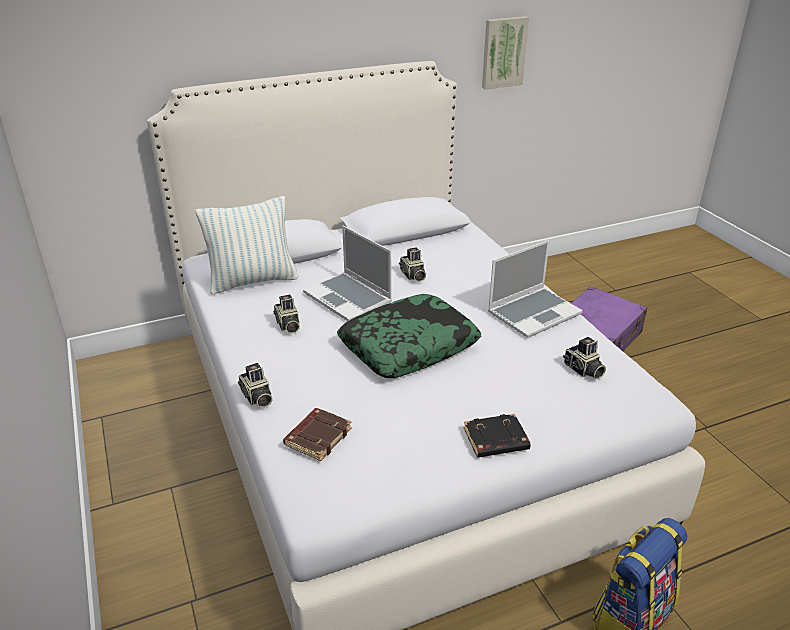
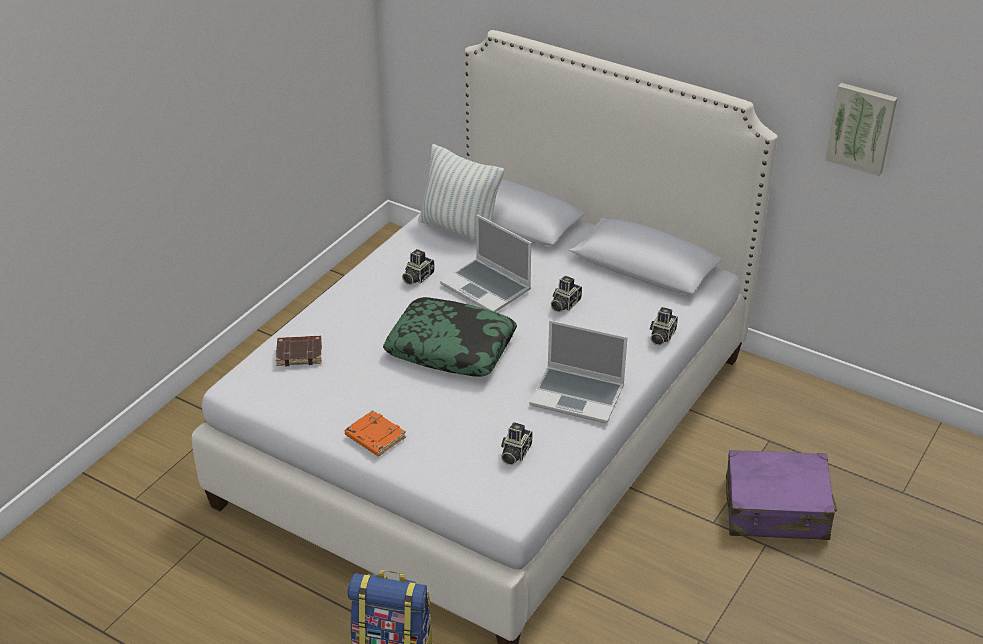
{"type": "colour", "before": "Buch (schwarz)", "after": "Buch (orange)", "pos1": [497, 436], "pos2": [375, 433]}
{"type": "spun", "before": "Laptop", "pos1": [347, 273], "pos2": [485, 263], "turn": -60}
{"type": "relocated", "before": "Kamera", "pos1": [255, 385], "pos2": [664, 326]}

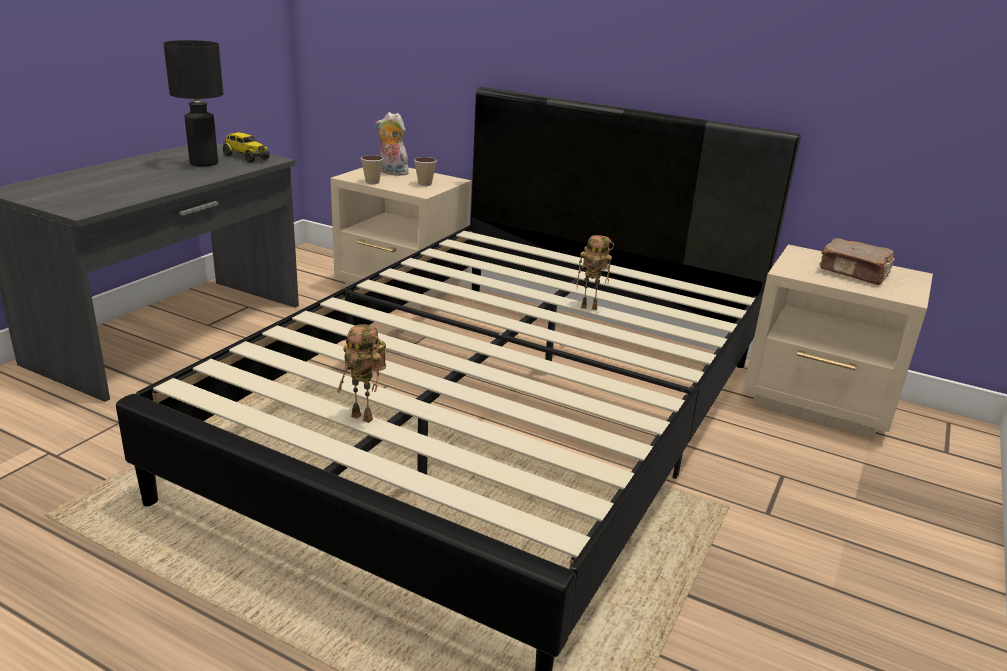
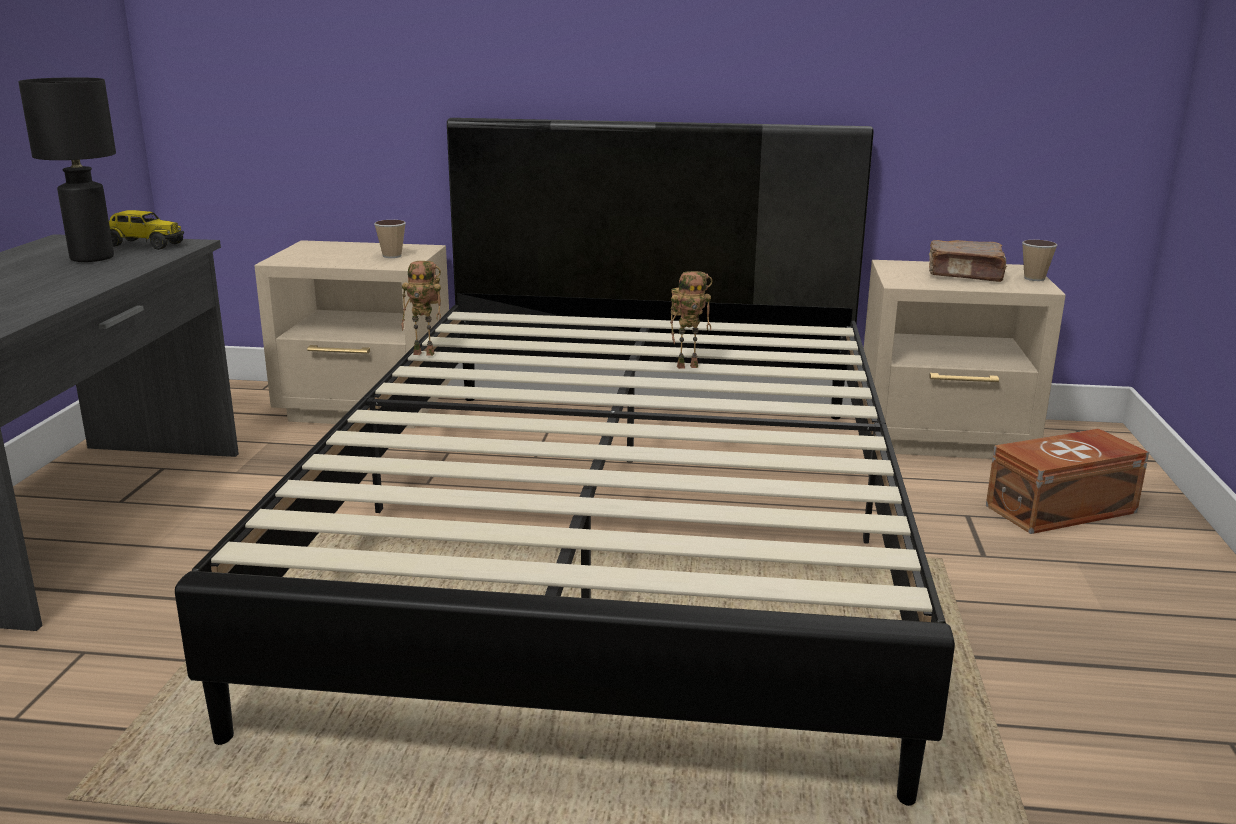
{"type": "relocated", "before": "Spielzeugroboter", "pos1": [361, 373], "pos2": [421, 308]}
{"type": "appeared", "after": "Aufbewahrungsbox (braun)", "pos2": [1067, 481]}
{"type": "relocated", "before": "Tasse", "pos1": [372, 169], "pos2": [1039, 260]}
{"type": "missing", "before": "Plüschtier", "pos1": [393, 144]}

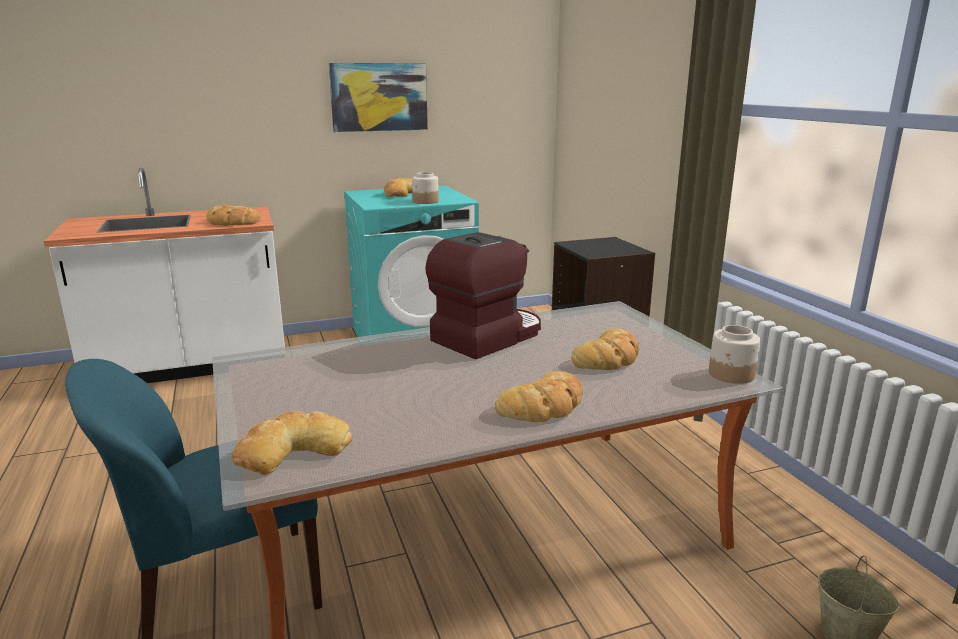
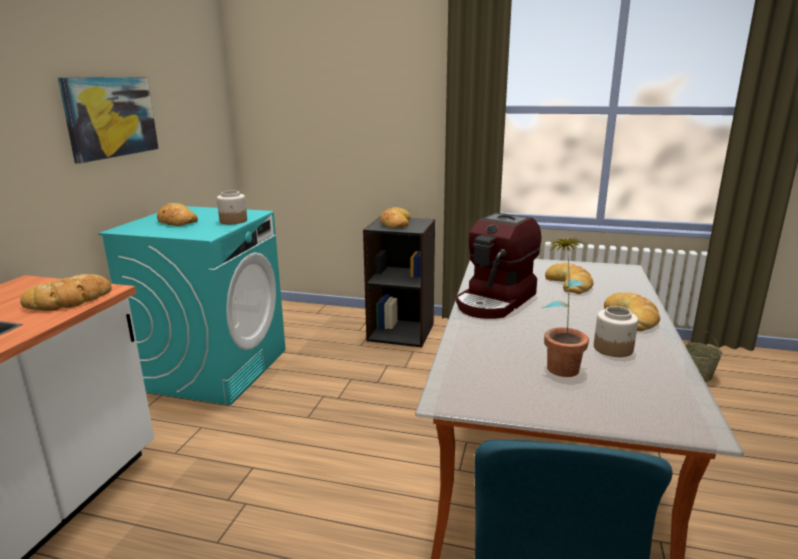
{"type": "relocated", "before": "Brot", "pos1": [292, 443], "pos2": [395, 217]}
{"type": "spun", "before": "Kaffeemaschine", "pos1": [483, 295], "pos2": [498, 266], "turn": -135}
{"type": "appeared", "after": "Topfpflanze", "pos2": [566, 307]}
{"type": "relocated", "before": "Vorratsglas", "pos1": [735, 354], "pos2": [616, 331]}

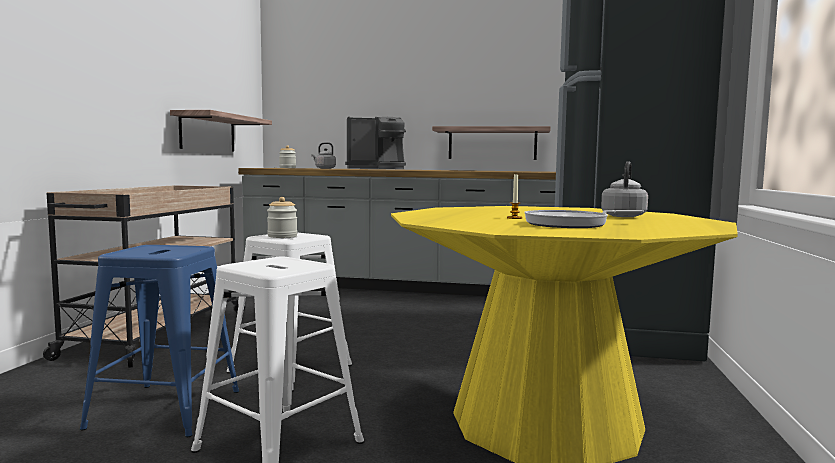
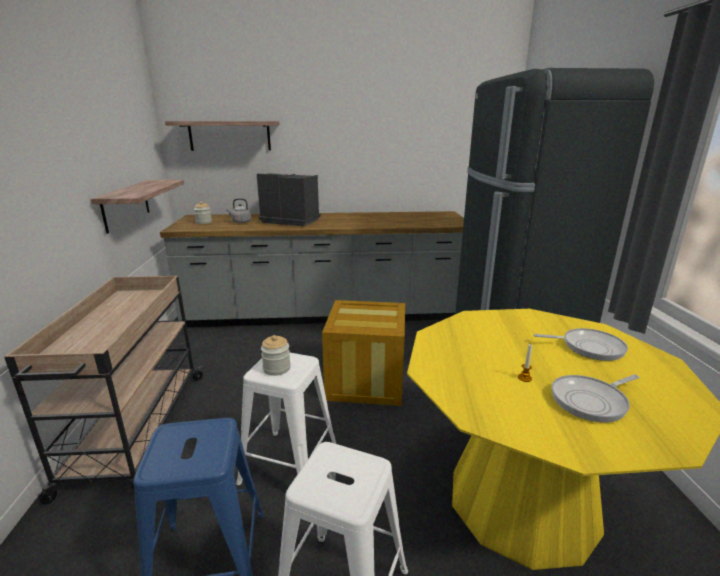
{"type": "relocated", "before": "Wandregal", "pos1": [491, 143], "pos2": [222, 136]}
{"type": "spun", "before": "Kaffeemaschine", "pos1": [375, 142], "pos2": [289, 199], "turn": -135}
{"type": "appeared", "after": "Kiste", "pos2": [363, 353]}
{"type": "exchanged", "before": "Wasserkessel (grau)", "after": "Pfanne", "pos1": [624, 189], "pos2": [580, 344]}

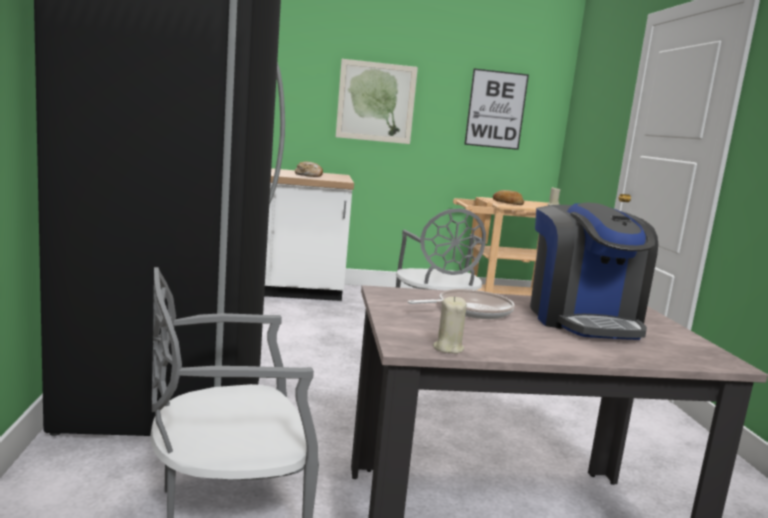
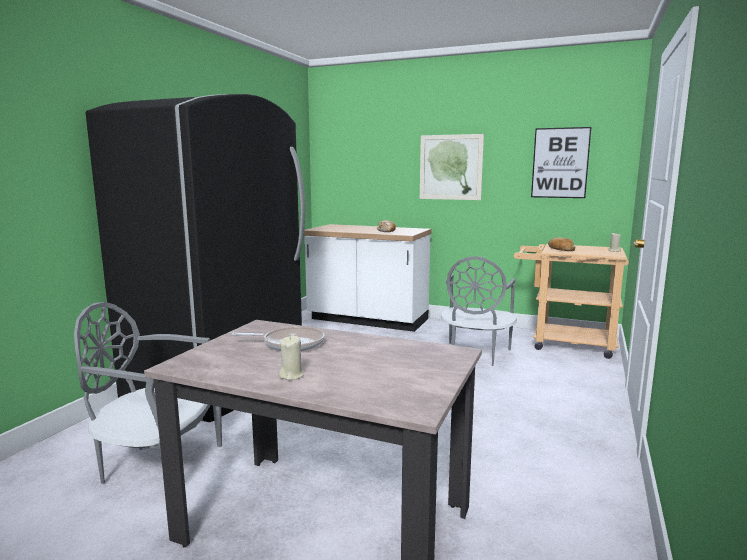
{"type": "relocated", "before": "Kerze (beige)", "pos1": [450, 325], "pos2": [291, 357]}
{"type": "missing", "before": "Kaffeemaschine", "pos1": [594, 271]}

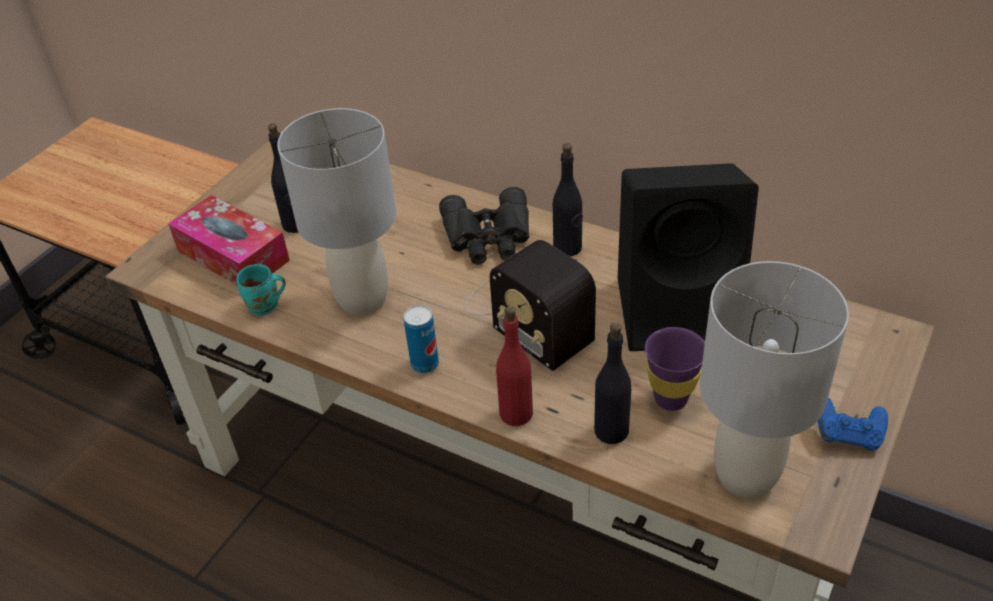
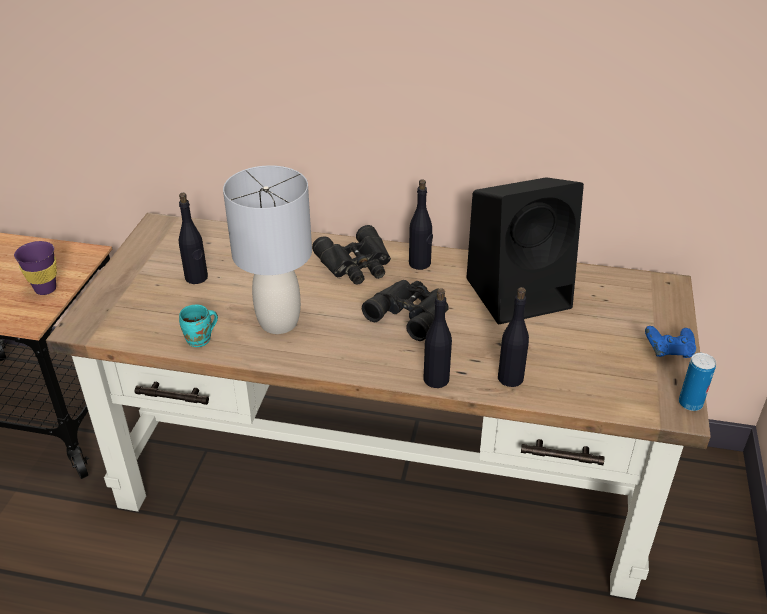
{"type": "relocated", "before": "Tasse (lila)", "pos1": [675, 369], "pos2": [35, 268]}
{"type": "exchanged", "before": "Radio", "after": "Fernglas (schwarz)", "pos1": [530, 305], "pos2": [405, 310]}
{"type": "colour", "before": "Flasche (rot)", "after": "Flasche (schwarz)", "pos1": [514, 366], "pos2": [437, 338]}
{"type": "relocated", "before": "Dose", "pos1": [421, 339], "pos2": [697, 382]}
{"type": "missing", "before": "Taschentuchbox", "pos1": [229, 240]}
{"type": "missing", "before": "Tischlampe (grau)", "pos1": [774, 379]}

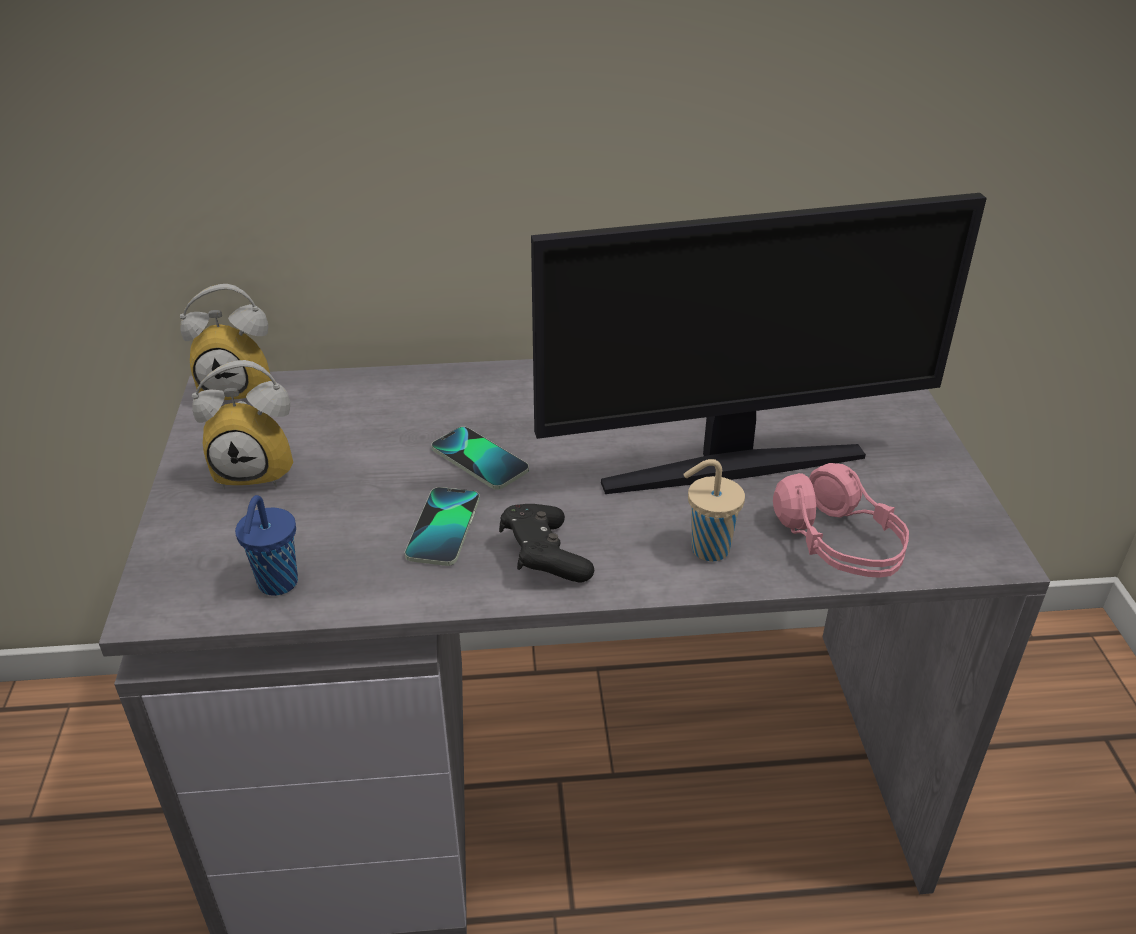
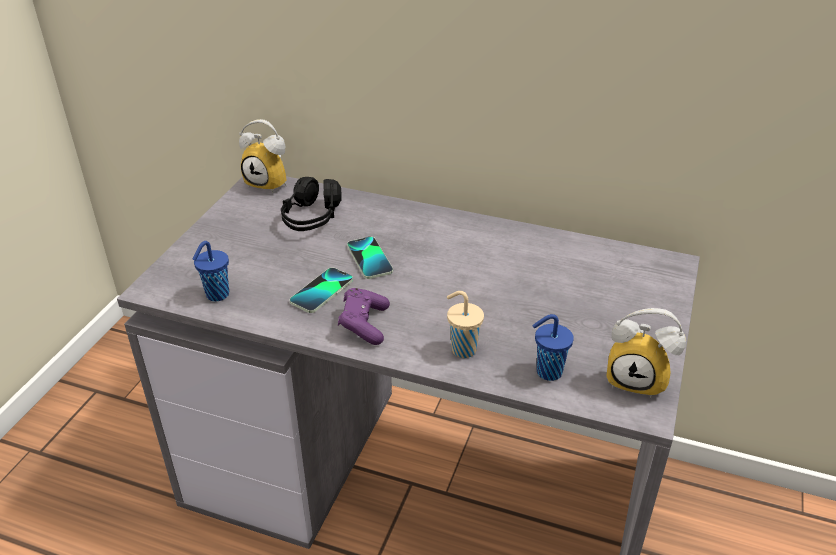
{"type": "appeared", "after": "Kopfhörer (schwarz)", "pos2": [311, 204]}
{"type": "colour", "before": "Gamepad (schwarz)", "after": "Gamepad (lila)", "pos1": [546, 543], "pos2": [364, 316]}
{"type": "exchanged", "before": "Kopfhörer (rosa)", "after": "Tasse (blau)", "pos1": [841, 520], "pos2": [553, 347]}
{"type": "relocated", "before": "Wecker", "pos1": [242, 424], "pos2": [646, 353]}
{"type": "missing", "before": "Monitor", "pos1": [759, 343]}

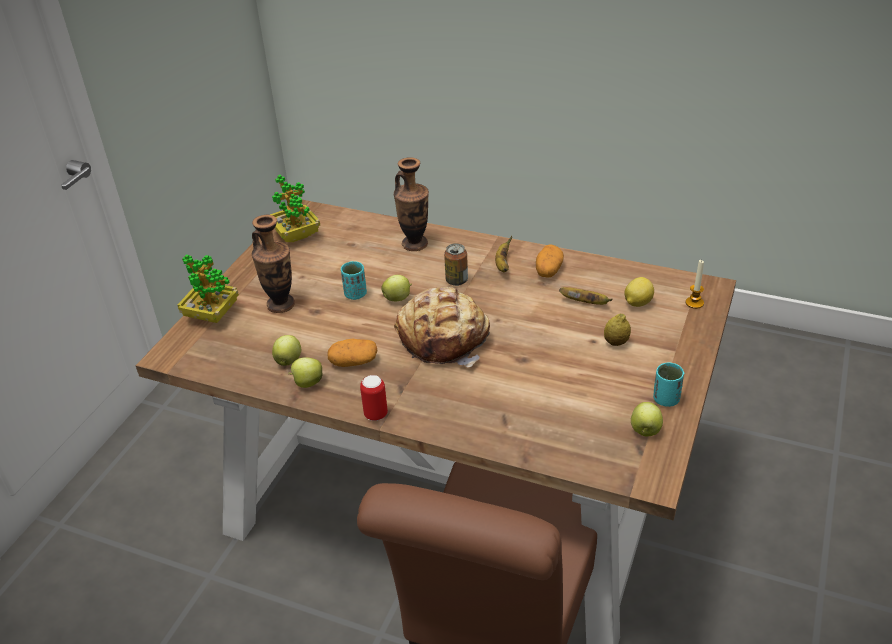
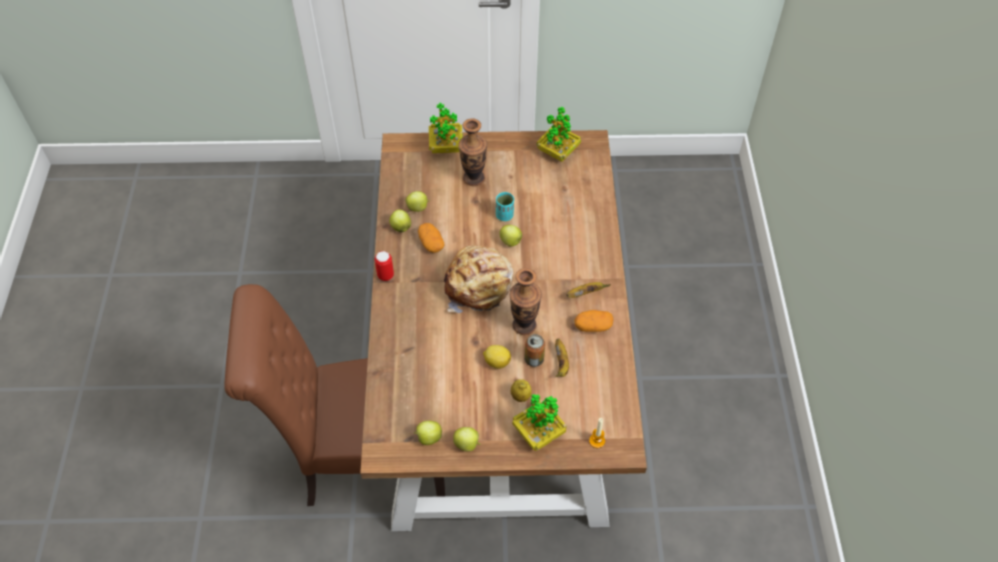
{"type": "exchanged", "before": "Tasse (türkis)", "after": "Apfel", "pos1": [668, 385], "pos2": [466, 439]}
{"type": "relocated", "before": "Zitrone", "pos1": [639, 292], "pos2": [497, 357]}
{"type": "relocated", "before": "Vase", "pos1": [411, 204], "pos2": [526, 301]}
{"type": "appeared", "after": "Topfpflanze", "pos2": [539, 422]}
{"type": "relocated", "before": "Dose", "pos1": [456, 265], "pos2": [534, 350]}

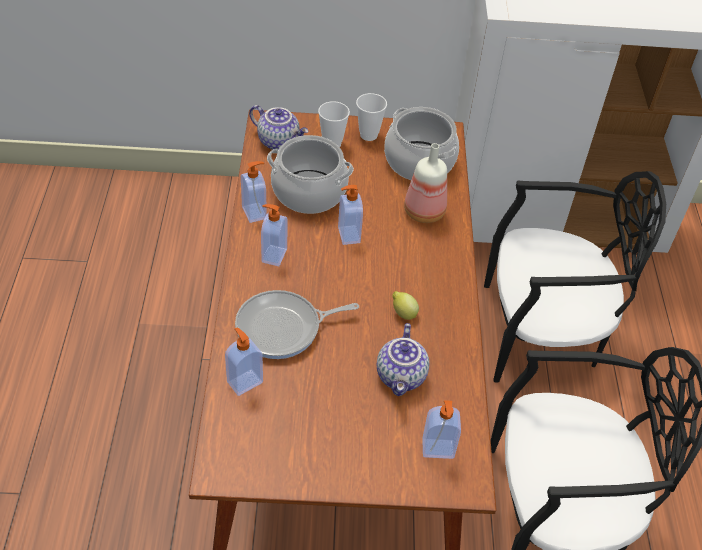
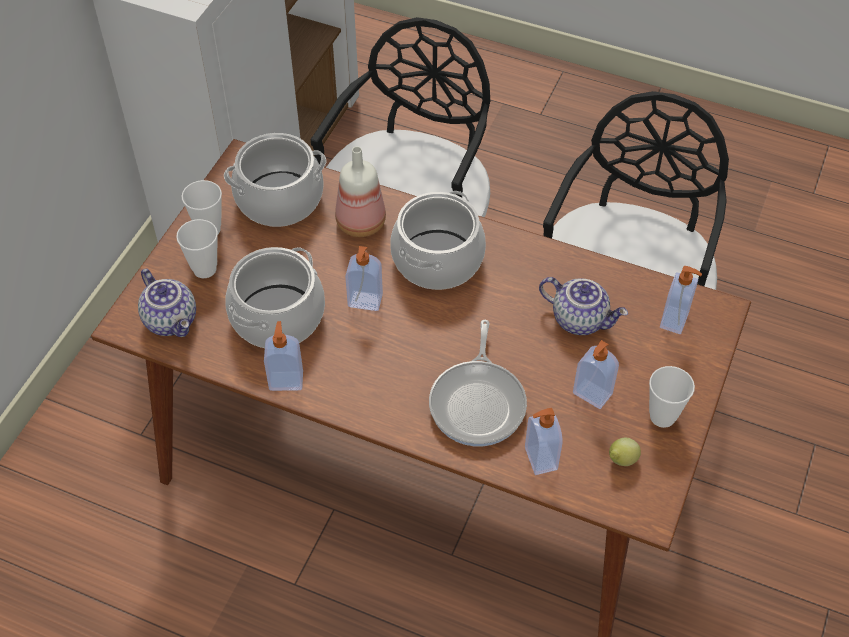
{"type": "spun", "before": "Teekanne", "pos1": [278, 127], "pos2": [167, 302], "turn": 90}
{"type": "appeared", "after": "Kochtopf", "pos2": [438, 240]}
{"type": "relocated", "before": "Seifenspender", "pos1": [274, 235], "pos2": [596, 374]}
{"type": "relocated", "before": "Zitrone", "pos1": [405, 305], "pos2": [625, 452]}
{"type": "appeared", "after": "Tasse", "pos2": [672, 397]}

